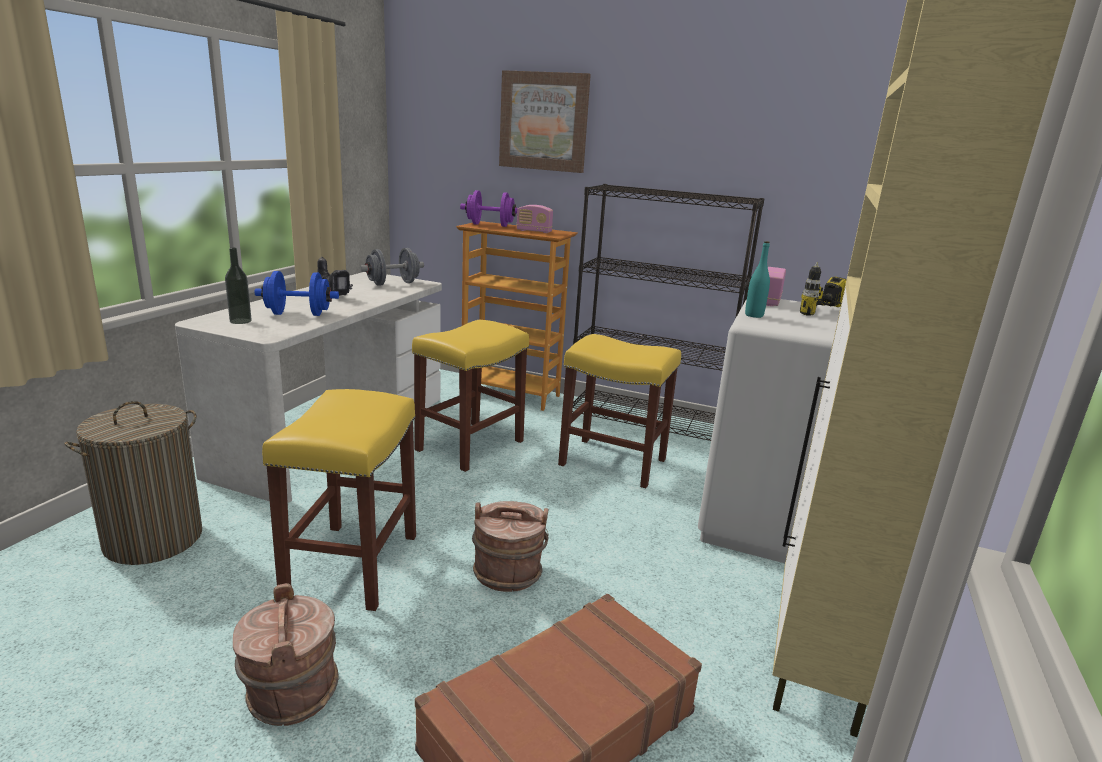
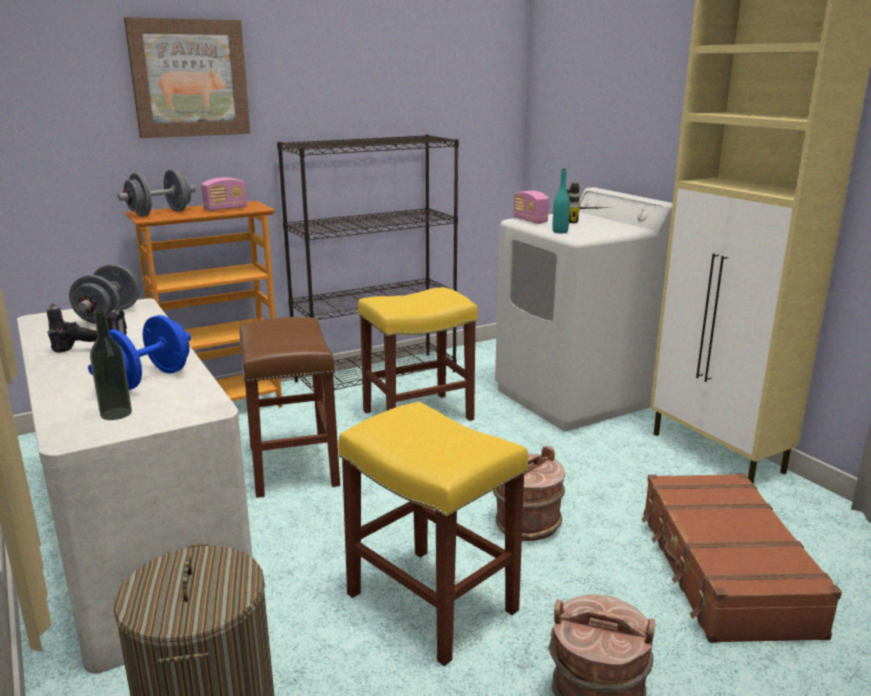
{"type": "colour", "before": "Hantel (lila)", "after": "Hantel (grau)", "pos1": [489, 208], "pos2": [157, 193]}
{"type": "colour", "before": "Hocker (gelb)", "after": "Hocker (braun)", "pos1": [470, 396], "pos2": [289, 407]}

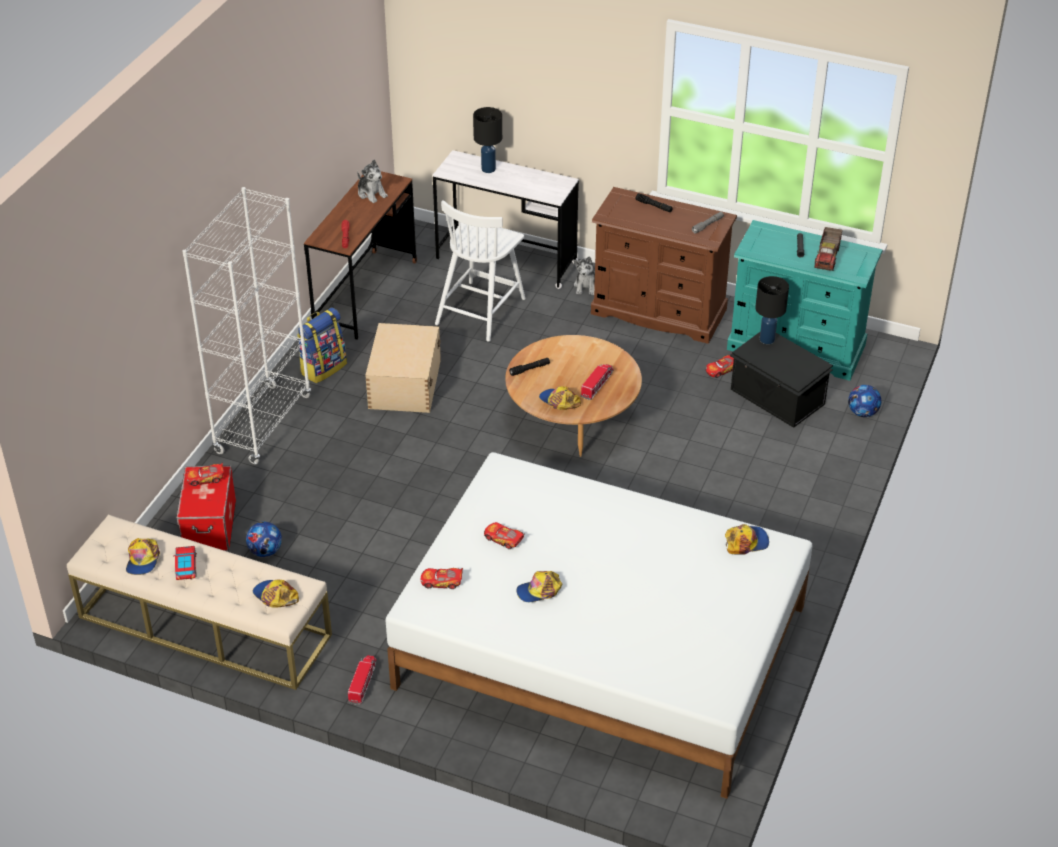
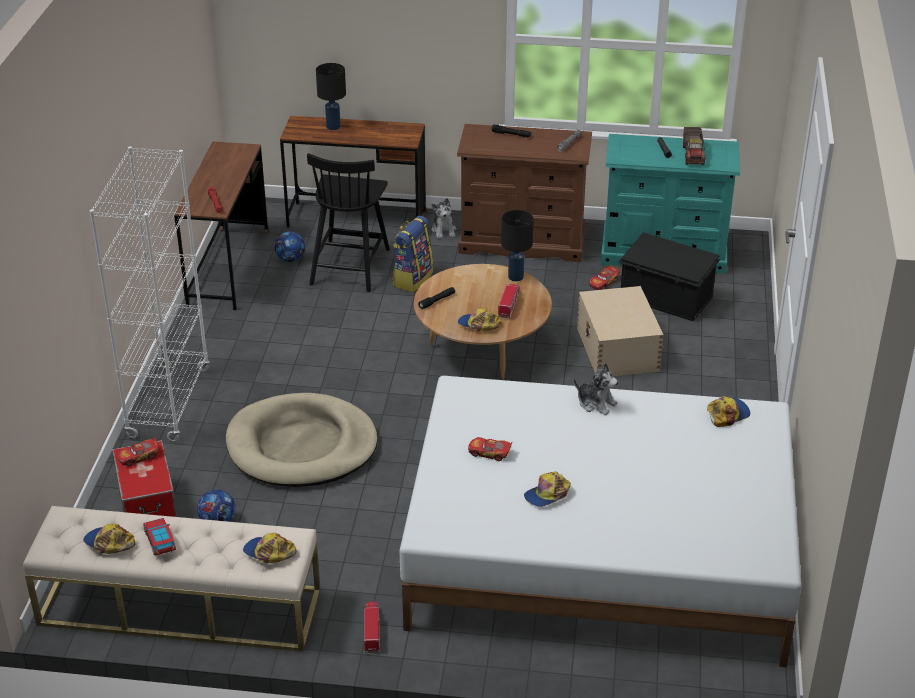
{"type": "spun", "before": "Kappe", "pos1": [143, 556], "pos2": [109, 539], "turn": 135}
{"type": "appeared", "after": "Hundebett (beige)", "pos2": [302, 440]}
{"type": "relocated", "before": "Fußball", "pos1": [864, 401], "pos2": [290, 246]}
{"type": "colour", "before": "Schreibtisch (weiß)", "after": "Schreibtisch (braun)", "pos1": [505, 219], "pos2": [354, 172]}
{"type": "colour", "before": "Stuhl (weiß)", "after": "Stuhl (schwarz)", "pos1": [480, 271], "pos2": [348, 222]}
{"type": "relocated", "before": "Rucksack", "pos1": [322, 345], "pos2": [412, 254]}
{"type": "relocated", "before": "Tischlampe (schwarz)", "pos1": [772, 310], "pos2": [517, 245]}
{"type": "relocated", "before": "Plüschtier", "pos1": [372, 181], "pos2": [596, 389]}
{"type": "relocated", "before": "Aufbewahrungsbox (beige)", "pos1": [403, 368], "pos2": [620, 331]}
{"type": "missing", "before": "Spielzeugauto", "pos1": [442, 578]}

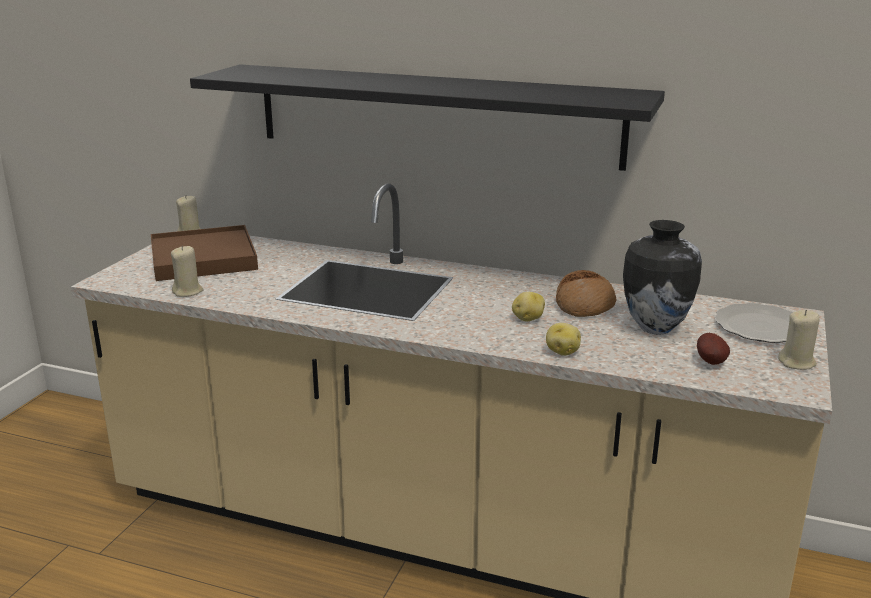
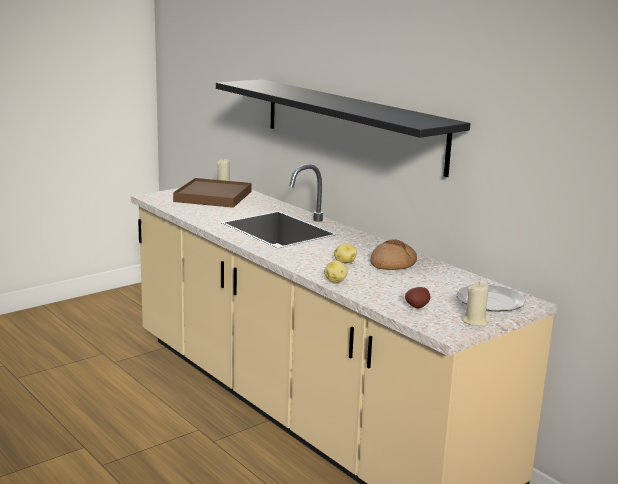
{"type": "missing", "before": "Kerze (beige)", "pos1": [187, 271]}
{"type": "missing", "before": "Vase", "pos1": [662, 277]}

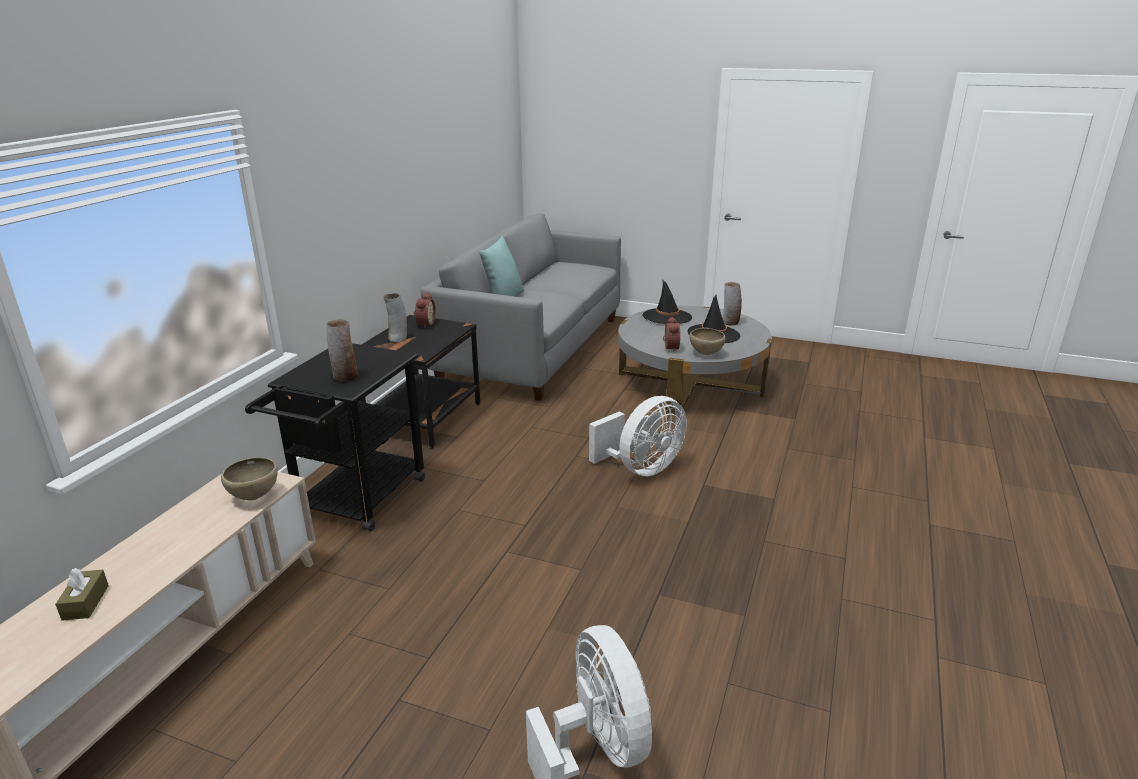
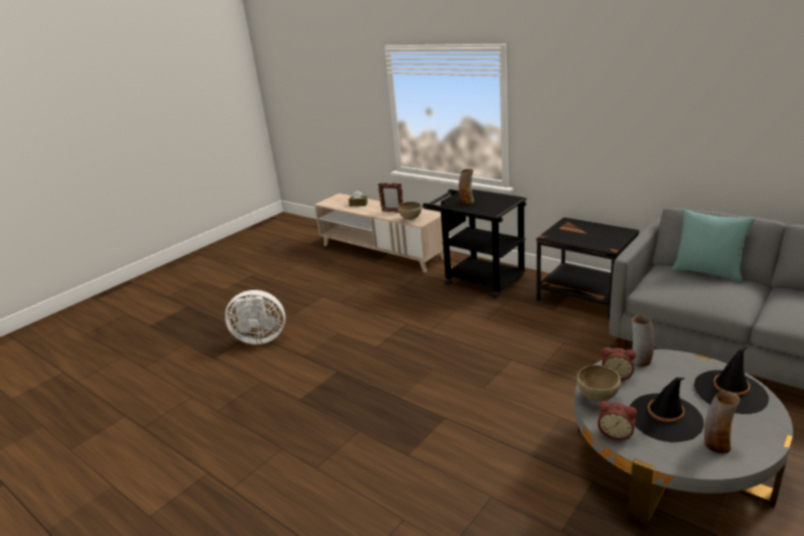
{"type": "appeared", "after": "Bilderrahmen", "pos2": [390, 198]}
{"type": "relocated", "before": "Wecker", "pos1": [424, 311], "pos2": [617, 421]}
{"type": "relocated", "before": "Vase", "pos1": [395, 317], "pos2": [643, 340]}
{"type": "missing", "before": "Ventilator (weiß)", "pos1": [638, 436]}

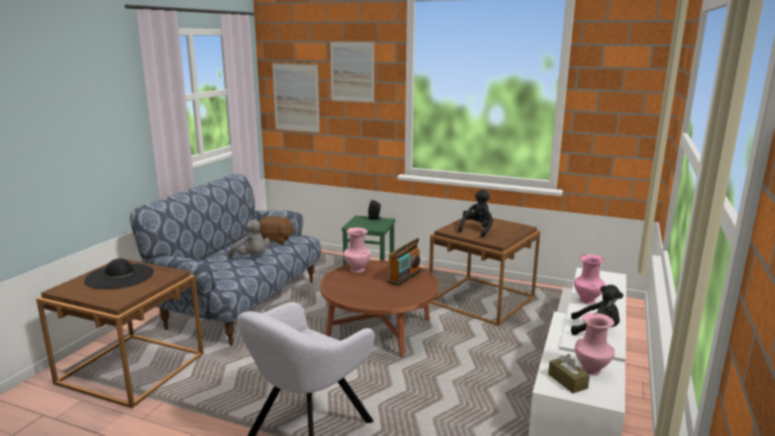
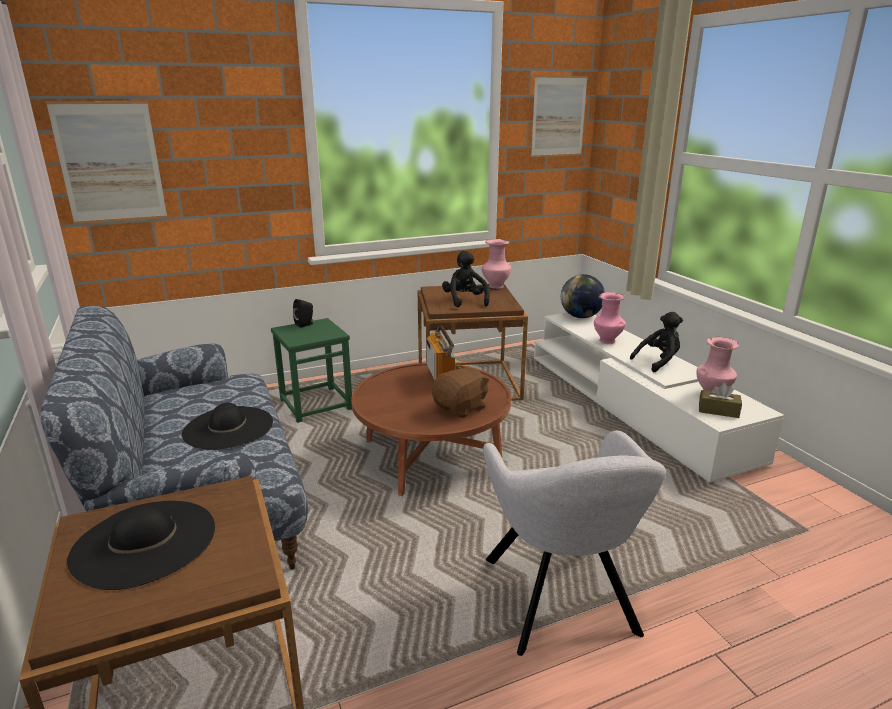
{"type": "exchanged", "before": "Plüschtier (grau)", "after": "Hut (schwarz)", "pos1": [249, 238], "pos2": [227, 426]}
{"type": "relocated", "before": "Plüschtier (braun)", "pos1": [277, 230], "pos2": [460, 391]}
{"type": "relocated", "before": "Vase (rosa)", "pos1": [357, 250], "pos2": [496, 264]}
{"type": "relocated", "before": "Bild", "pos1": [352, 72], "pos2": [559, 116]}
{"type": "appeared", "after": "Globus", "pos2": [583, 296]}

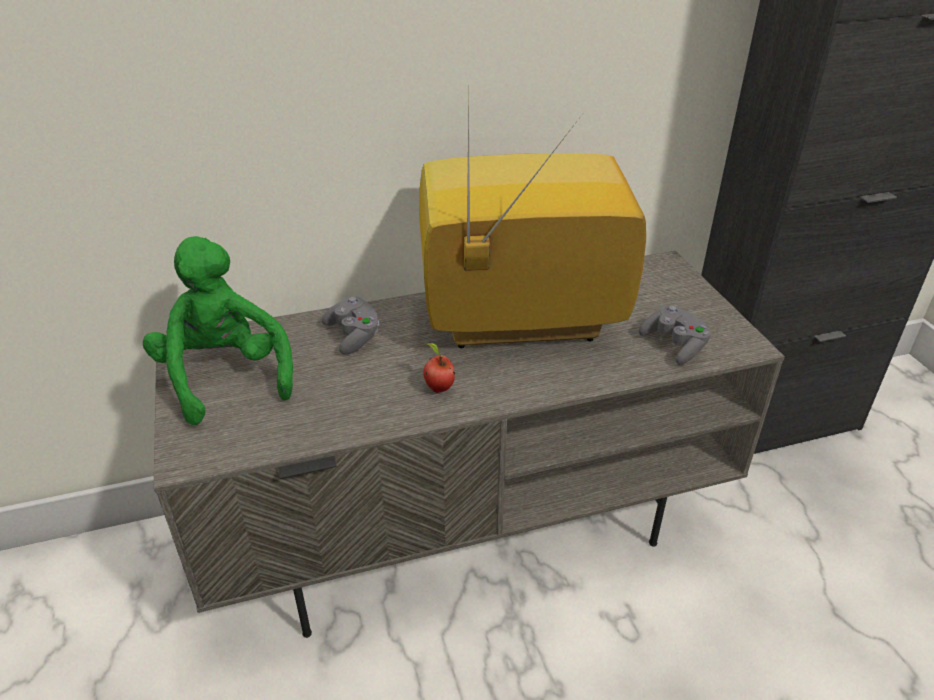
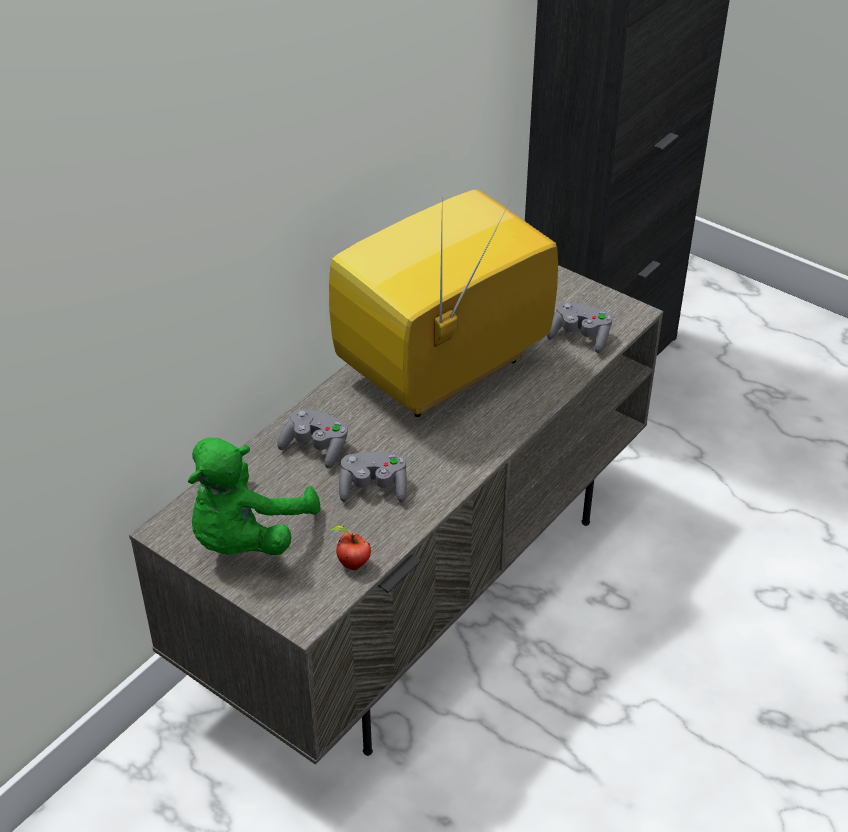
{"type": "spun", "before": "Plüschtier (grün)", "pos1": [218, 330], "pos2": [254, 496], "turn": -90}
{"type": "relocated", "before": "Apfel", "pos1": [439, 368], "pos2": [350, 547]}
{"type": "appeared", "after": "Gamepad (grau)", "pos2": [373, 477]}

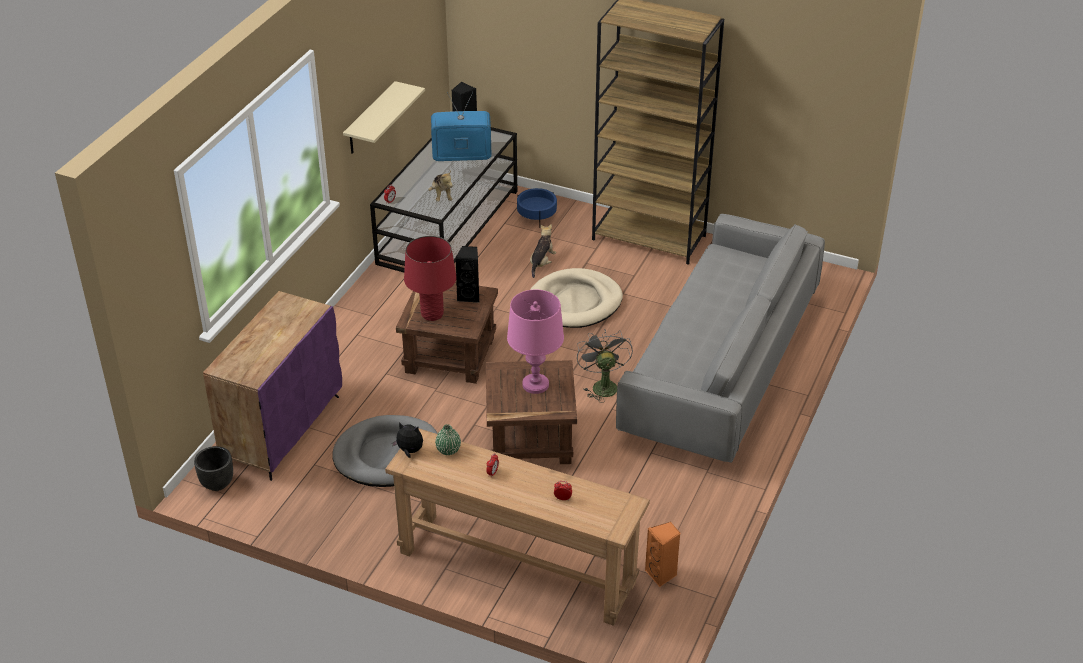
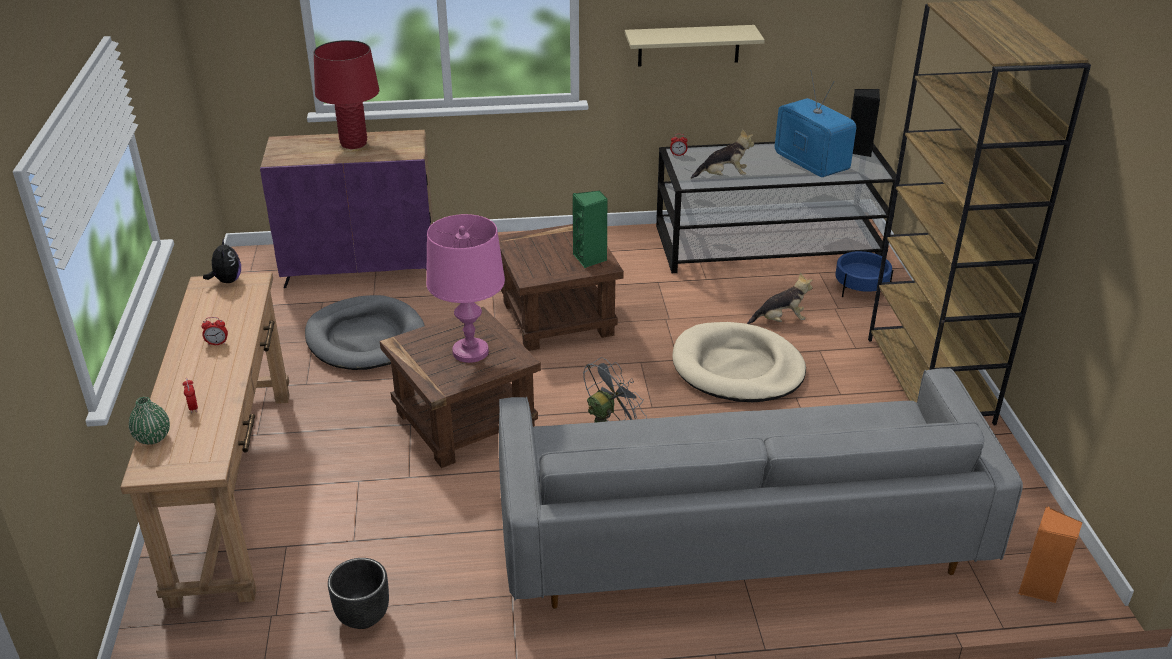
{"type": "relocated", "before": "Vase (grün)", "pos1": [448, 439], "pos2": [149, 421]}
{"type": "relocated", "before": "Tischlampe (rot)", "pos1": [430, 278], "pos2": [346, 94]}
{"type": "relocated", "before": "Pflanzkübel (schwarz)", "pos1": [213, 468], "pos2": [358, 593]}
{"type": "colour", "before": "Lautsprecher (schwarz)", "after": "Lautsprecher (grün)", "pos1": [467, 274], "pos2": [590, 229]}
{"type": "spun", "before": "Plüschtier", "pos1": [440, 186], "pos2": [722, 154], "turn": -135}
{"type": "relocated", "before": "Lautsprecher (orange)", "pos1": [662, 554], "pos2": [1050, 554]}

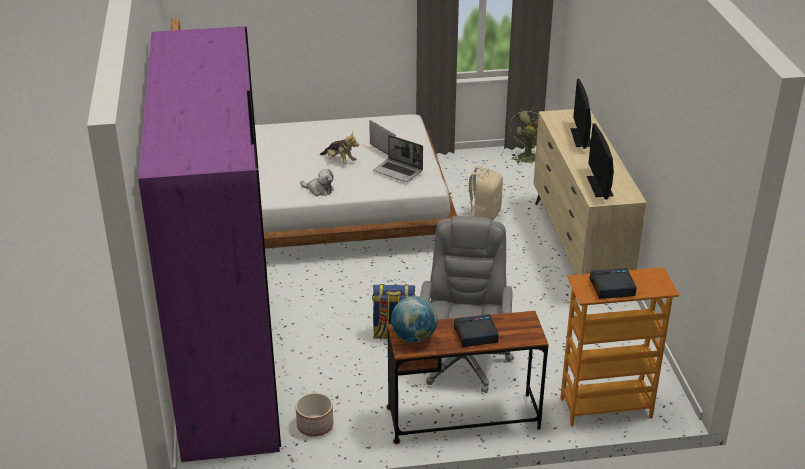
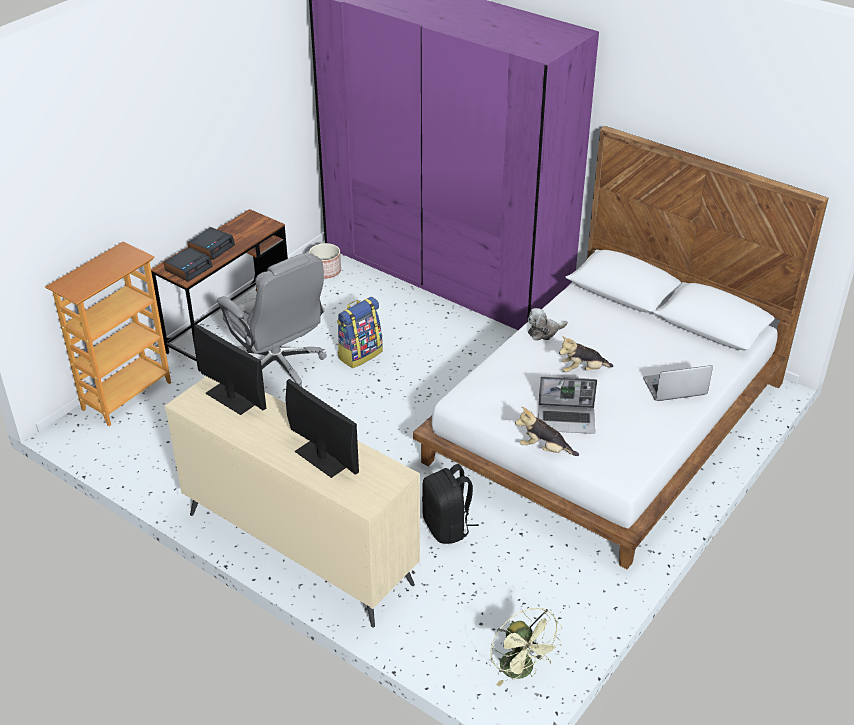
{"type": "relocated", "before": "Wecker", "pos1": [613, 283], "pos2": [188, 264]}
{"type": "colour", "before": "Rucksack (beige)", "after": "Rucksack (schwarz)", "pos1": [482, 193], "pos2": [450, 504]}
{"type": "appeared", "after": "Plüschtier", "pos2": [547, 431]}
{"type": "relocated", "before": "Laptop", "pos1": [398, 158], "pos2": [678, 383]}
{"type": "missing", "before": "Globus", "pos1": [414, 319]}

